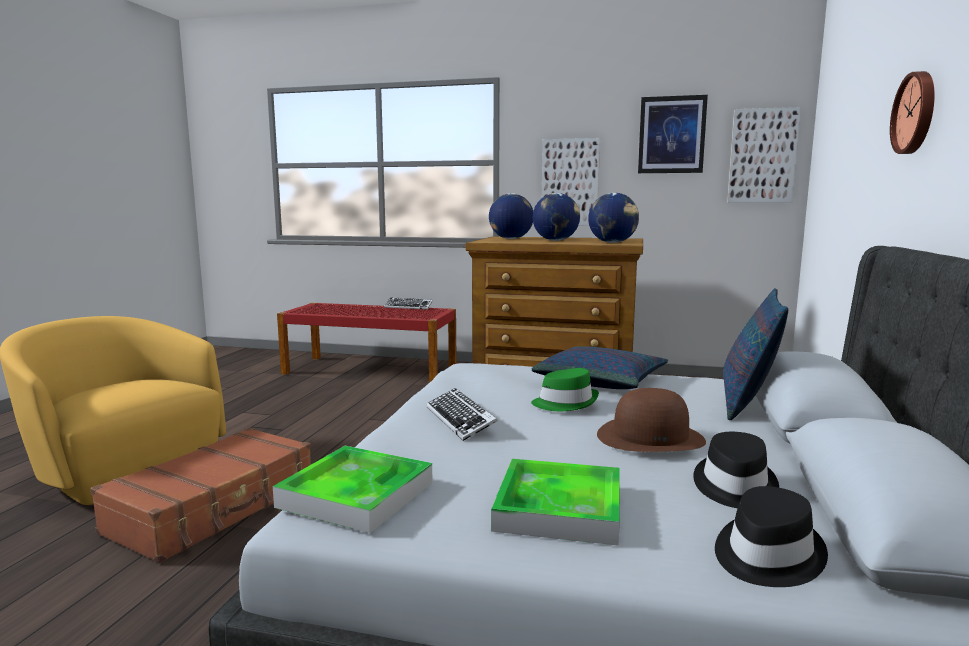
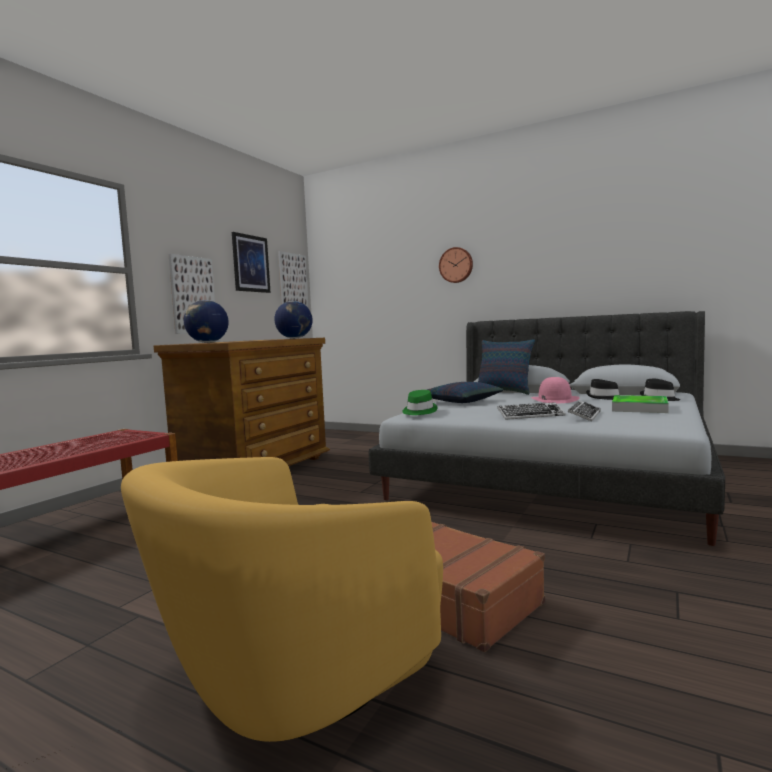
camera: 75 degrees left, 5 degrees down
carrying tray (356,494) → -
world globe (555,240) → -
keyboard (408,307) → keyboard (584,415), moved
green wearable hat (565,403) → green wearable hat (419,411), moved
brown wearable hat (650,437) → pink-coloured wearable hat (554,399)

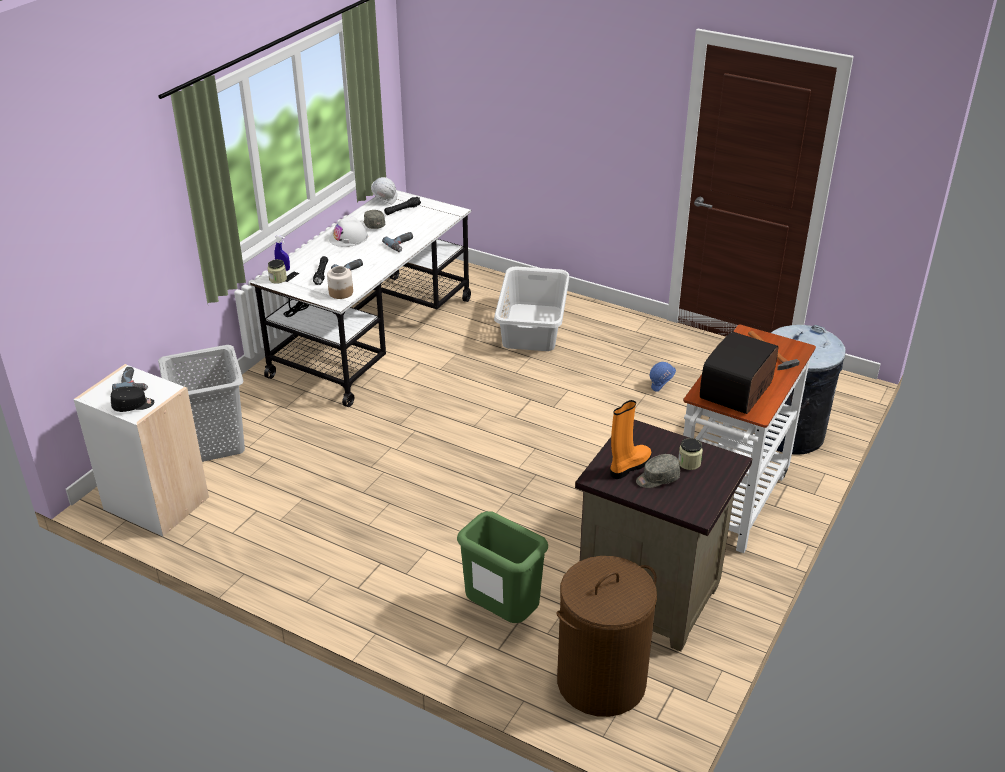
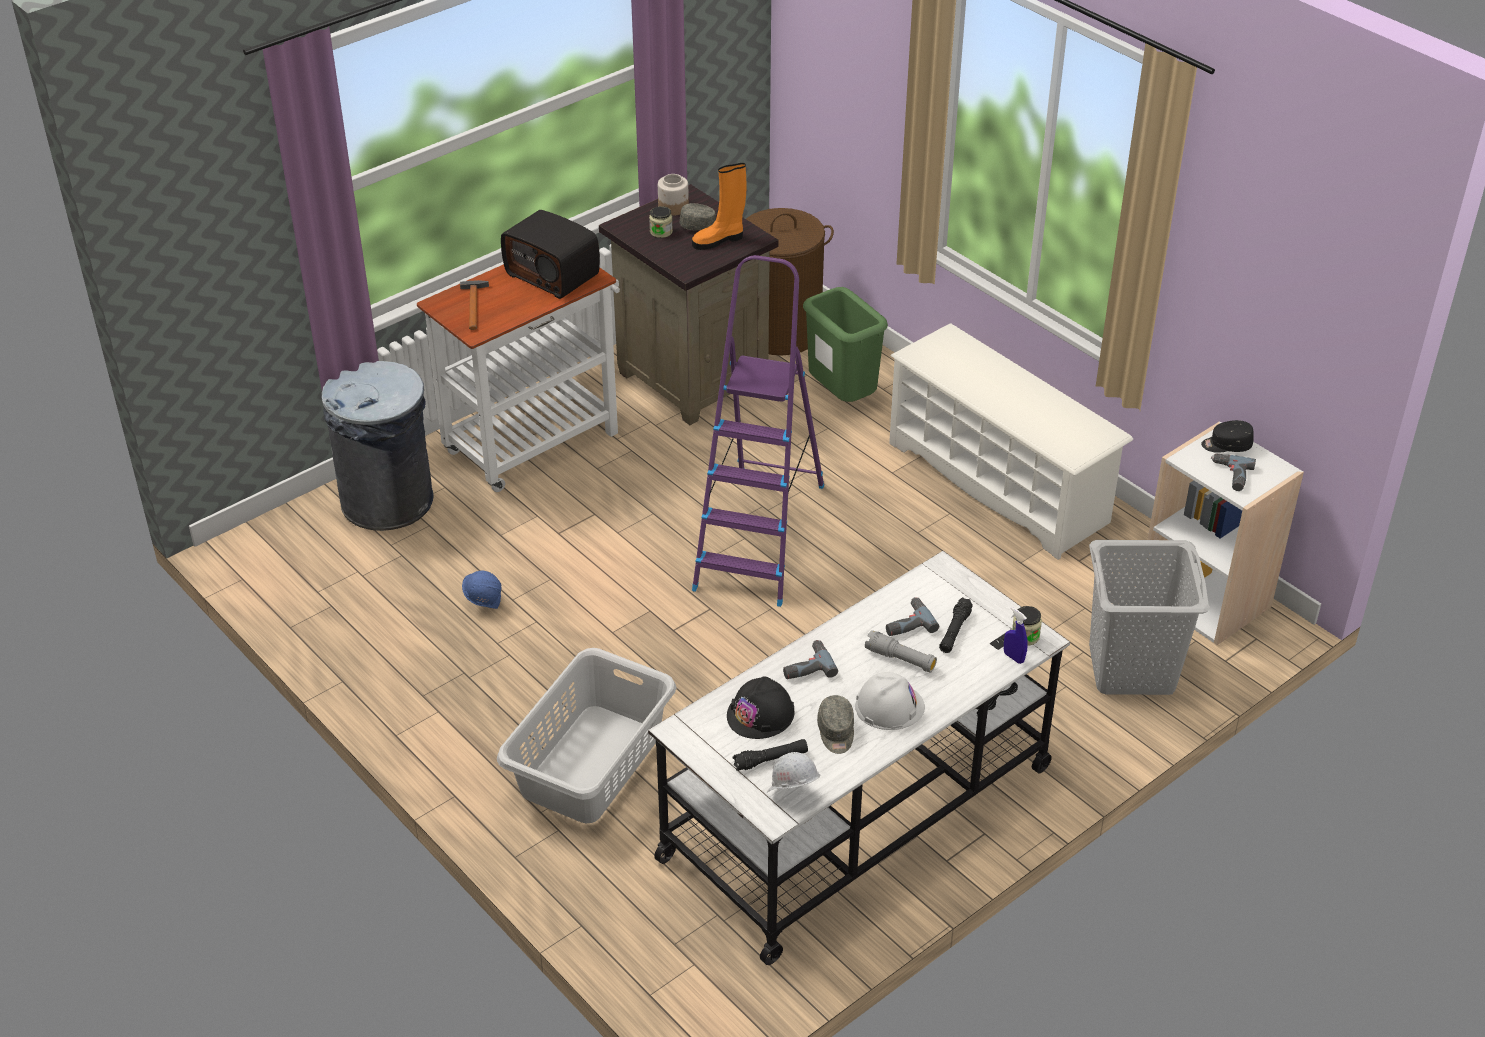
camera: 160 degrees left, 5 degrees up
- → purple step stool (760,537)
- → black-coloured work helmet (761,714)
- → grey torch (900,659)
- → white shoe rack (999,483)
jar (340,293) → jar (673,207), moved
radio set (737,391) → radio set (554,274), 75 degrees clockwise

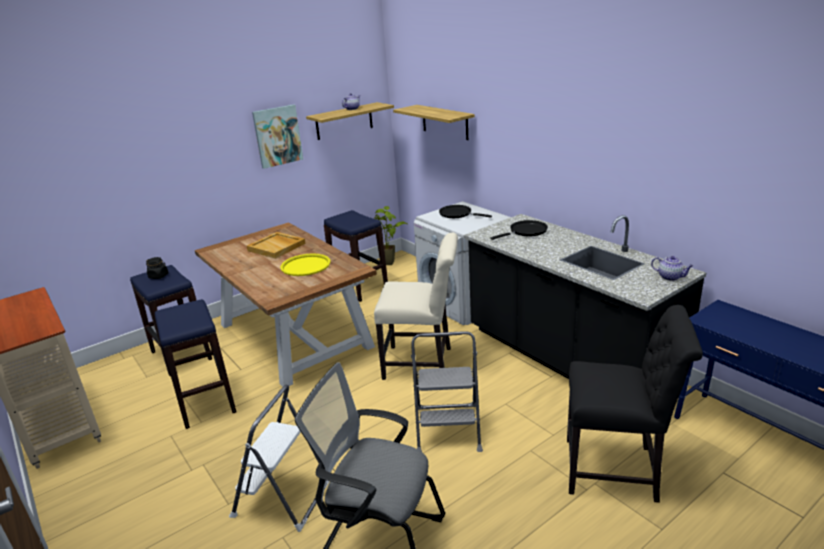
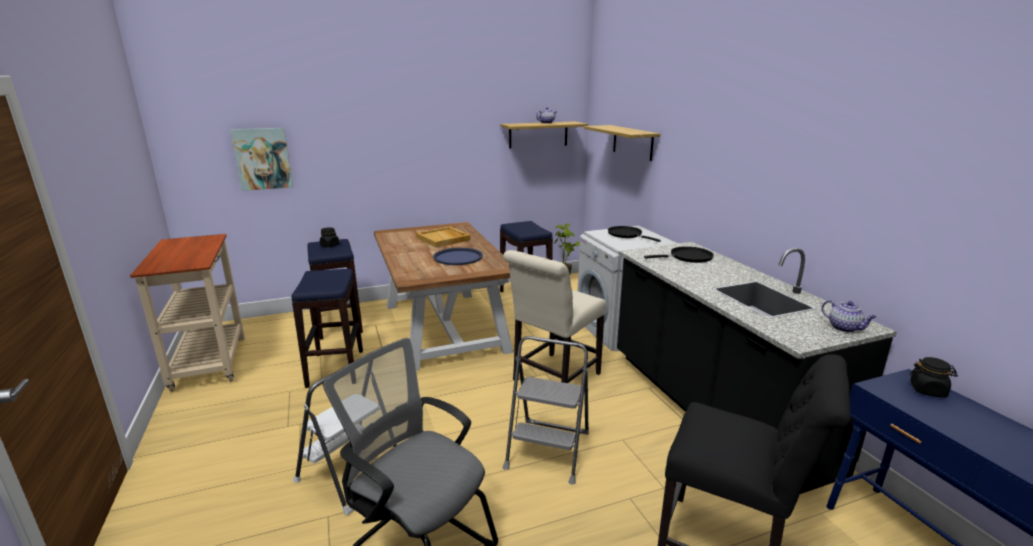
camera: 15 degrees right, 5 degrees down
- → black-coloured jar (928,390)
picture (277,136) → picture (263,158), moved
yellow-coloured carrying tray (305,265) → blue carrying tray (458,257)
beige upright chair (423,364) → beige upright chair (552,379), 105 degrees clockwise

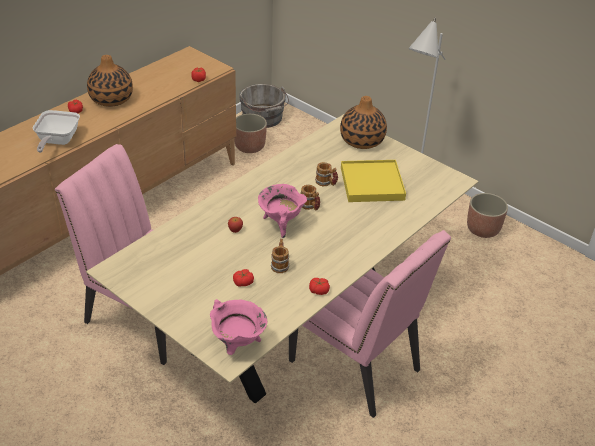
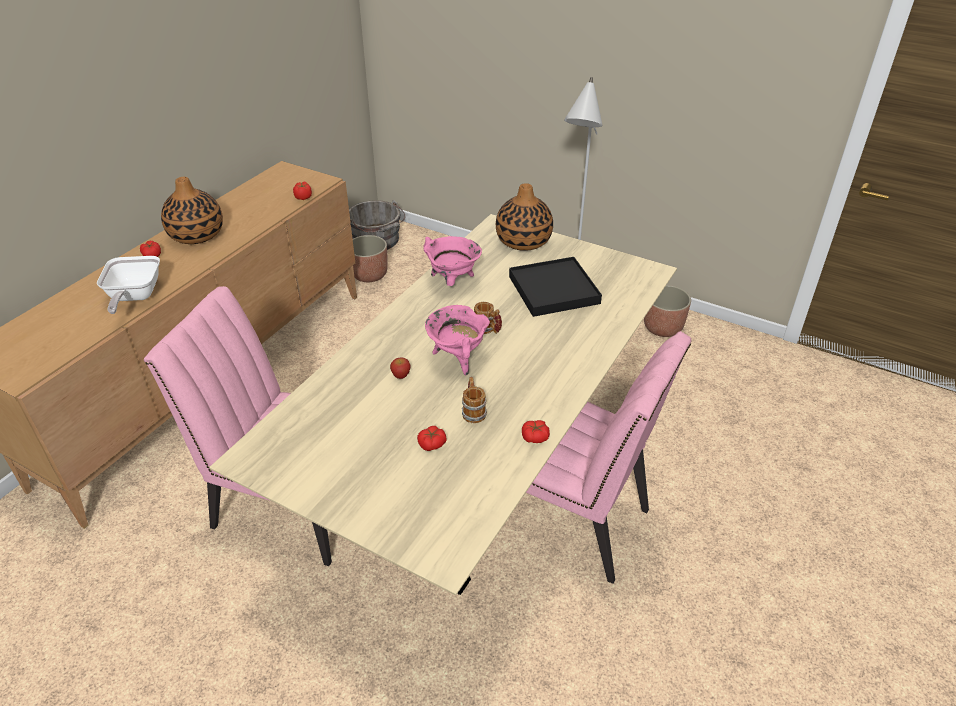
camera: 10 degrees left, 0 degrees up
tea mug (326,183) → -
pink-coloured saucepot (237,344) → pink-coloured saucepot (452,281), moved
yellow-coloured carrying tray (372,183) → black-coloured carrying tray (554,290)

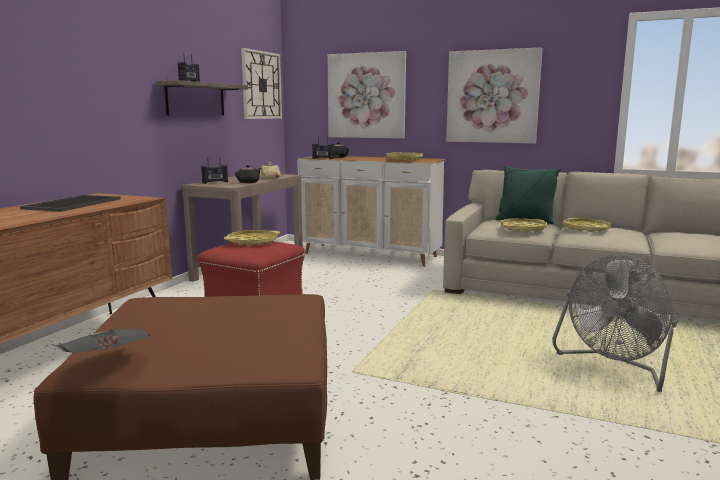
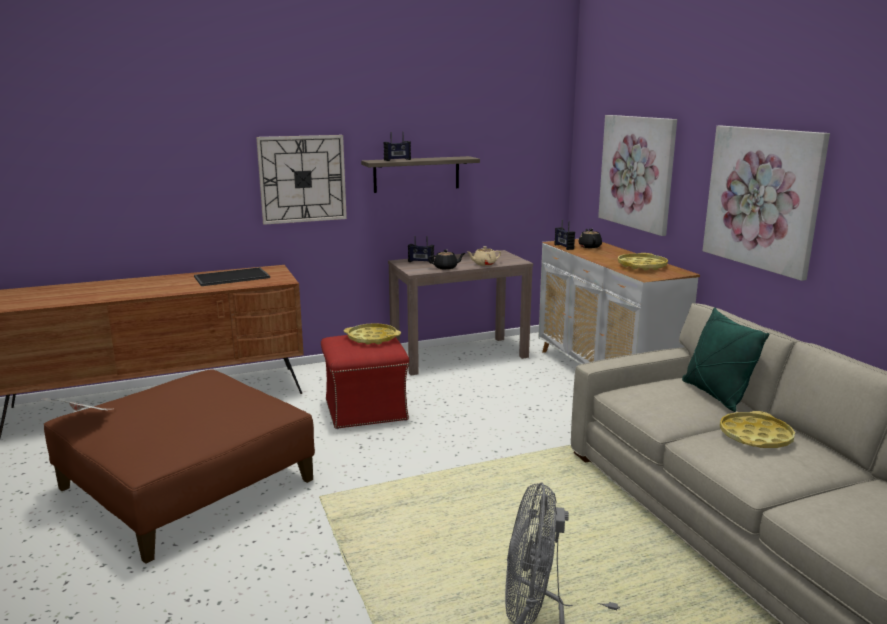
camera: 45 degrees right, 5 degrees up
yellow-coloured carrying tray (523,229) → -
clock on the wall (261,85) → clock on the wall (302,179), moved

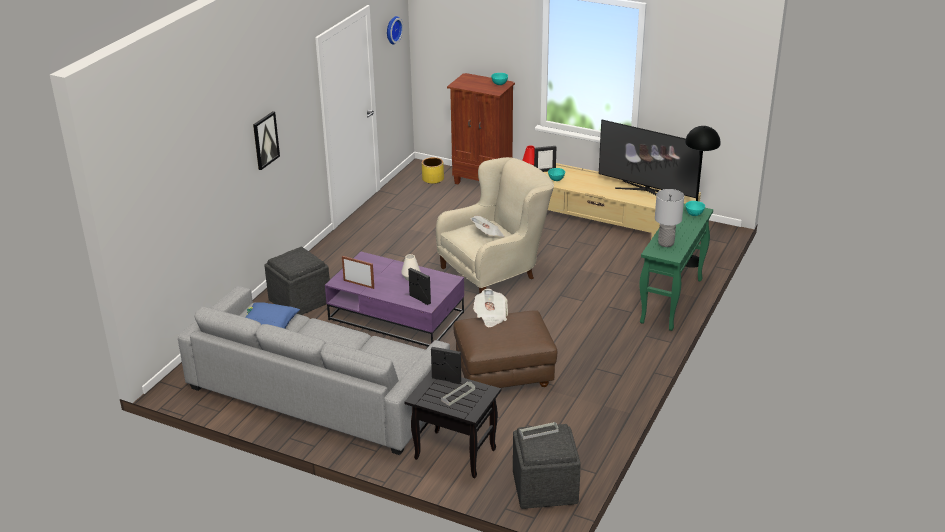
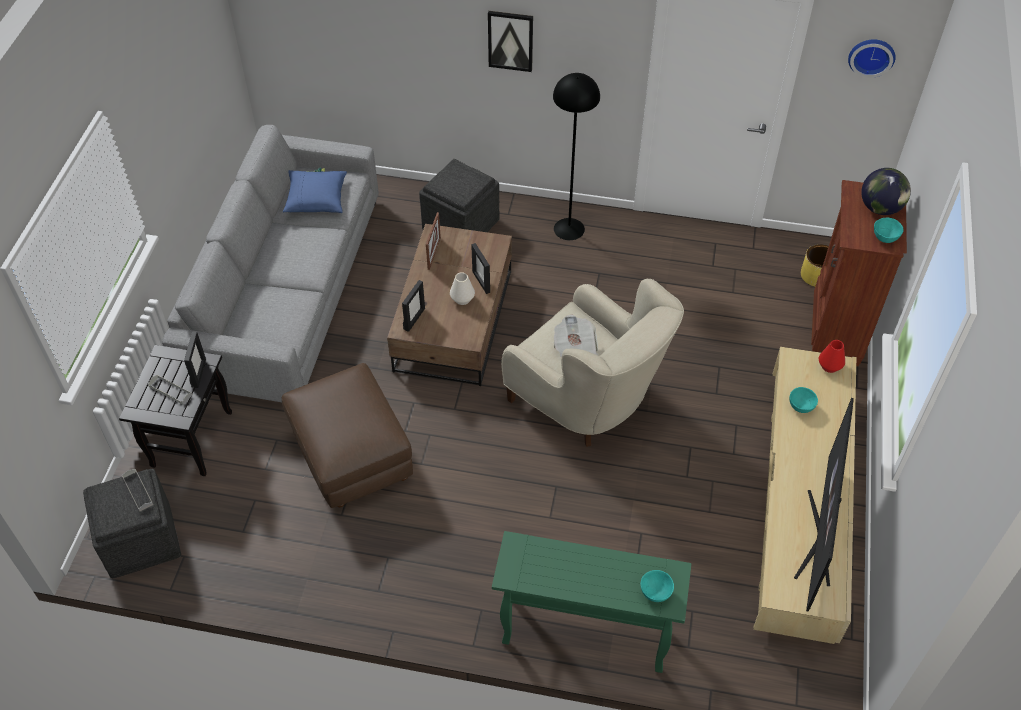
camera: 75 degrees right, 20 degrees up
printed paper (490,316) → -
grey table lamp (665,244) → -
- → world globe (880,208)
picture frame (544,170) → picture frame (481,281), moved
black-coloured standard lamp (690,261) → black-coloured standard lamp (568,229), moved
purple lounge table (395,316) → brown lounge table (453,319)

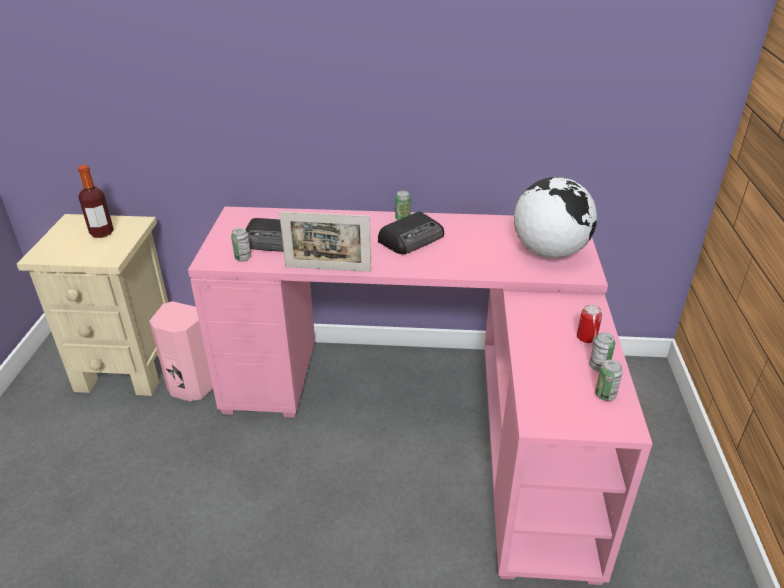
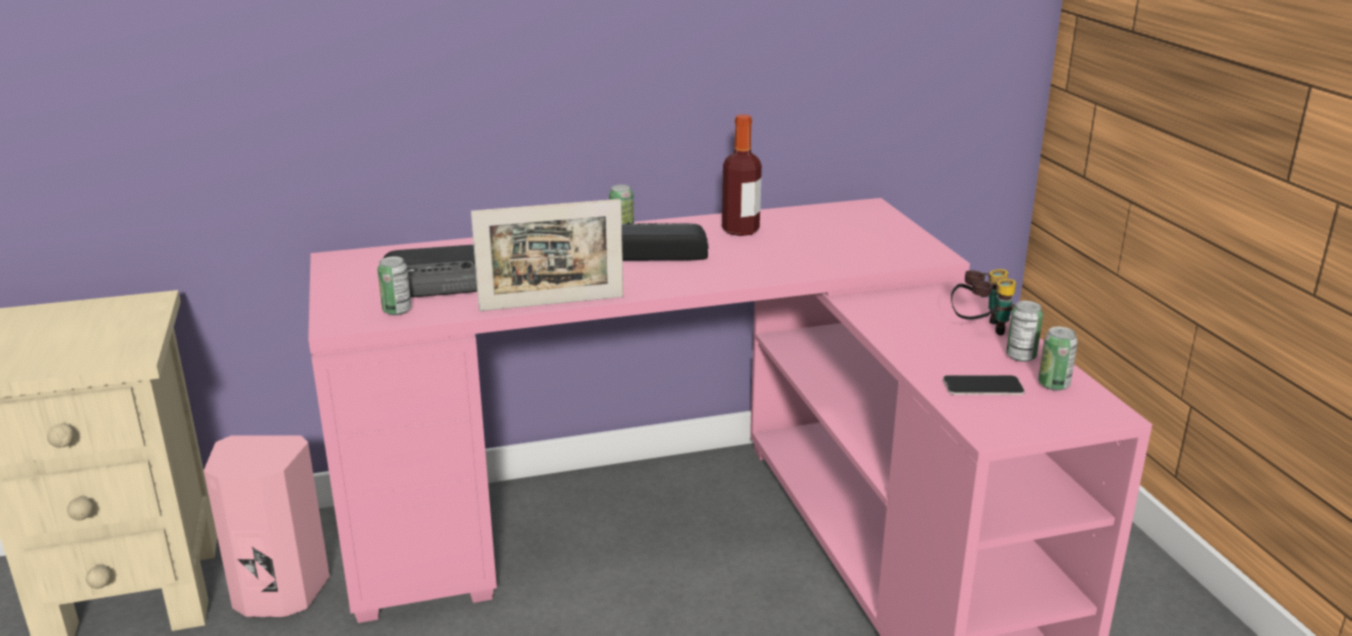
camera: 20 degrees left, 10 degrees down
world globe (549,252) → -
- → handset (983,387)
beverage bottle (102,233) → beverage bottle (740,230), moved
sealed can (586,338) → field glasses (980,329)
radio set (412,238) → radio set (655,251), 120 degrees counterclockwise

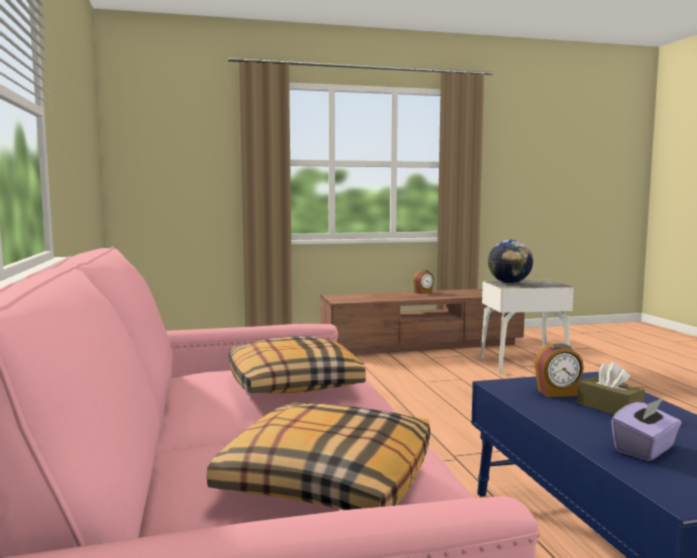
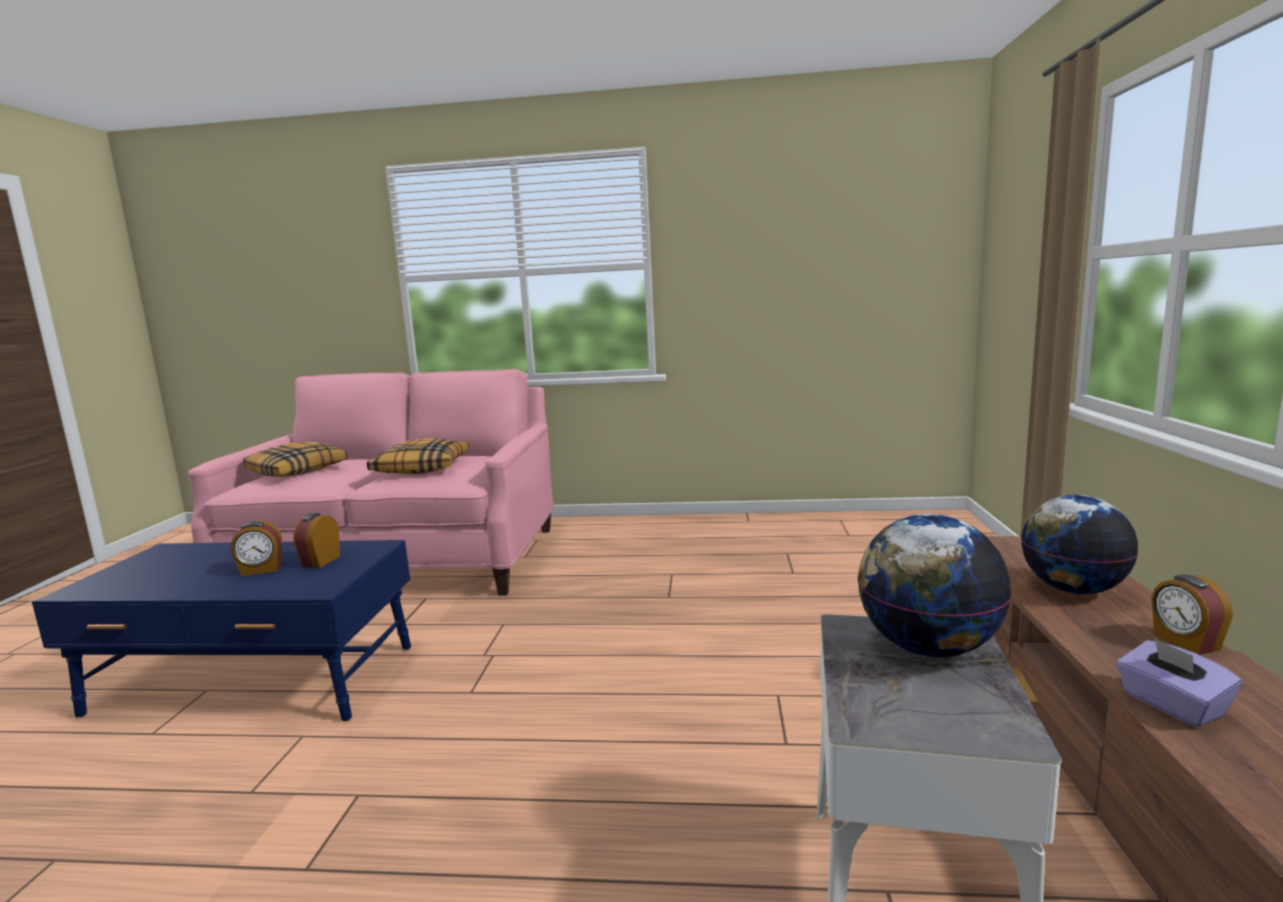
camera: 110 degrees right, 5 degrees up
- → world globe (1072,589)
purple box of tissues (645,450) → purple box of tissues (1171,705), moved
brown box of tissues (609,408) → alarm clock (261,570)

